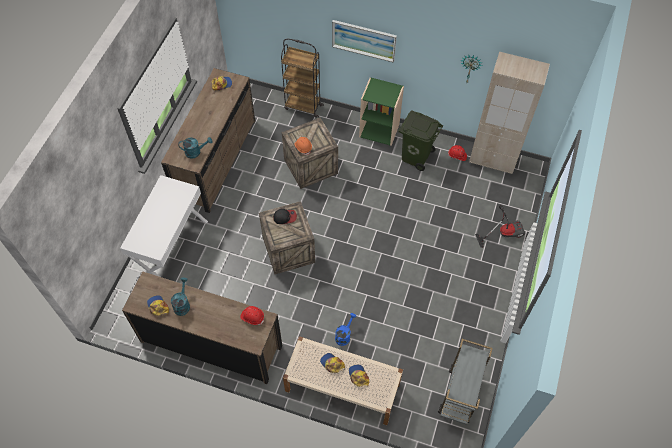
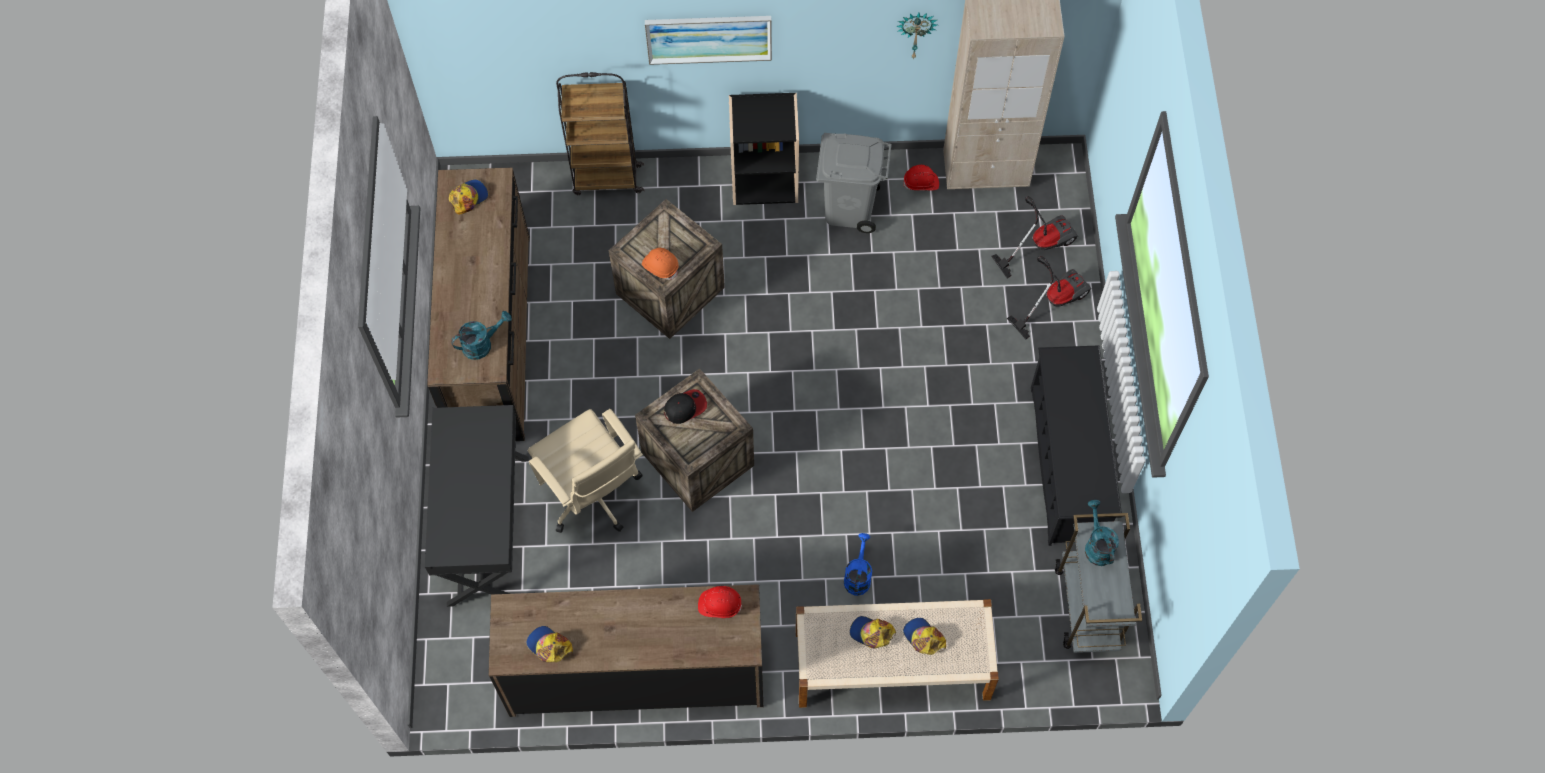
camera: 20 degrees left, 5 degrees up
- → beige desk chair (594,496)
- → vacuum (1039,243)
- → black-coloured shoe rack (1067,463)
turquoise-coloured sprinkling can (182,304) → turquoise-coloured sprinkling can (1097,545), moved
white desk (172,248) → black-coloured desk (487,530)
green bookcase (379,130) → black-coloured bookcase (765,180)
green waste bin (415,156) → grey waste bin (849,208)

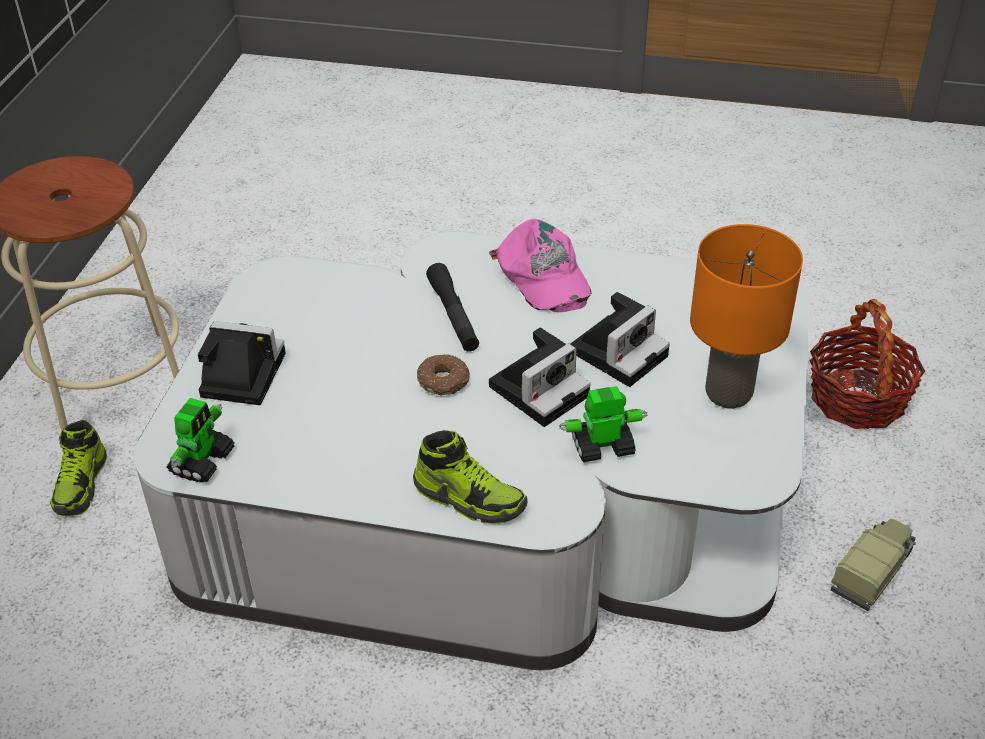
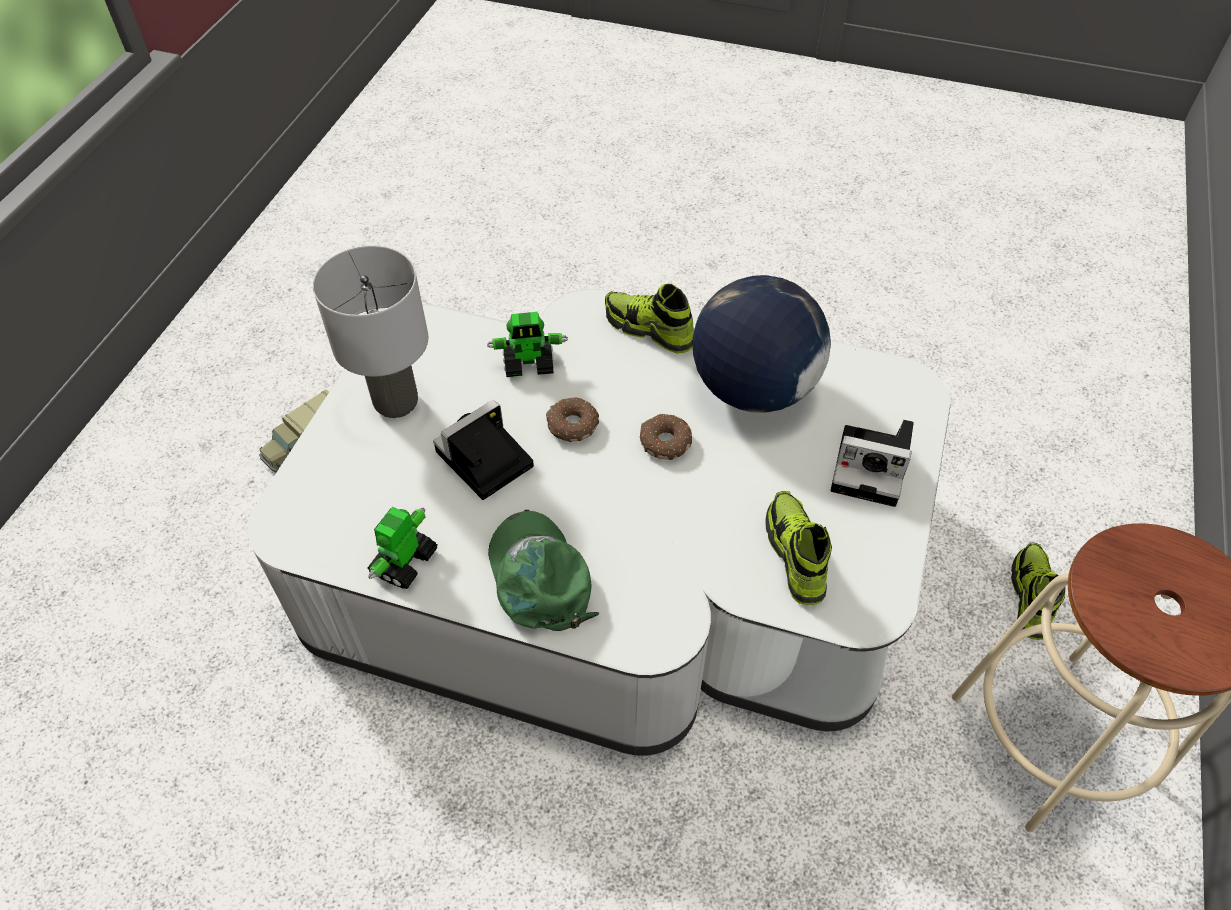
camera: 175 degrees left, 10 degrees up
black-coloured torch (453,315) → -
basket (858,398) → -
- → world globe (752,389)
- → shoe (795,555)
robot figure (203,461) → robot figure (403,563), moved
photo camera (540,389) → doughnut (571,425)
pink-coloured cap (542,276) → green cap (539,577)
orange table lamp (726,393) → white table lamp (398,405)

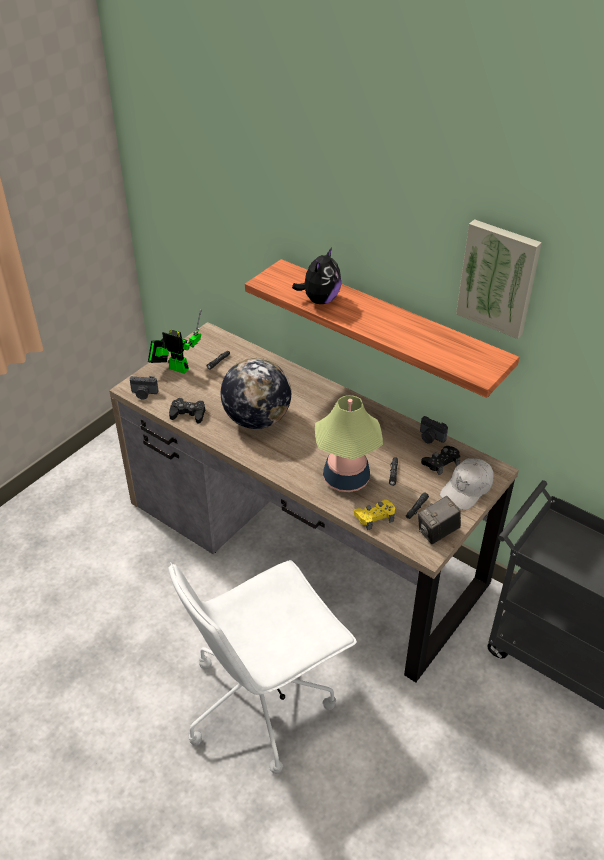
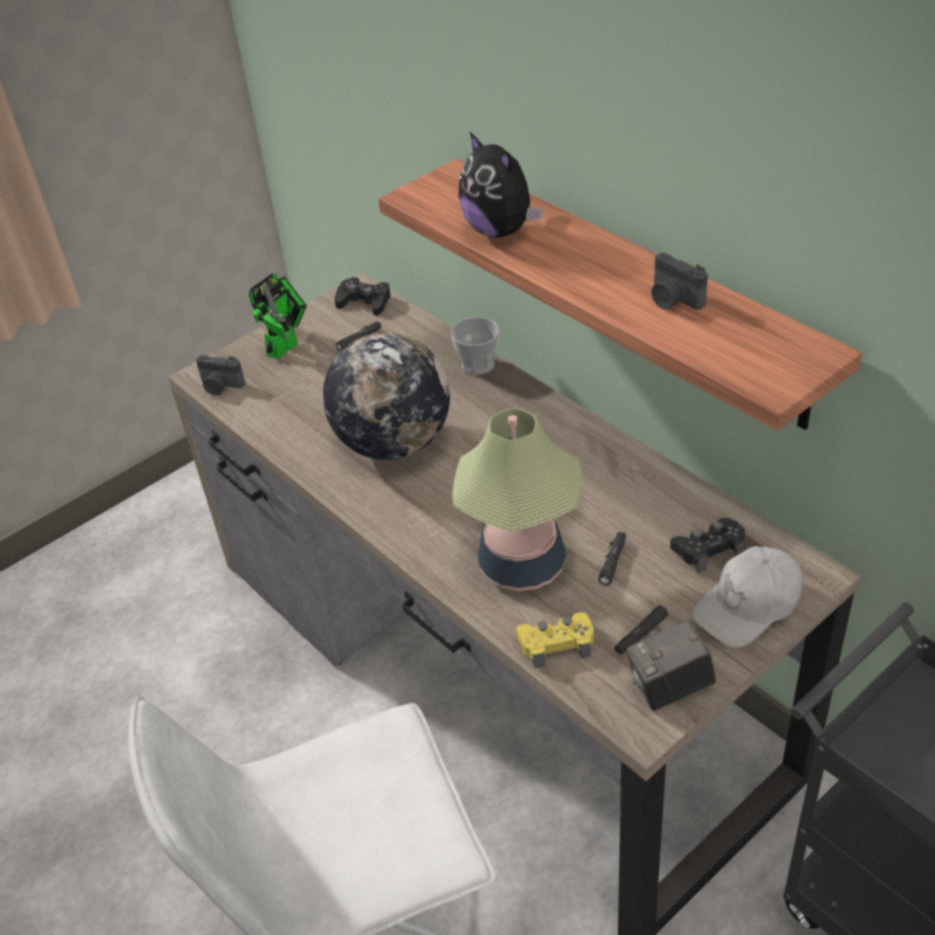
camera: 15 degrees right, 0 degrees up
picture (499,278) → -
- → drinking cup (478,365)
black-coloured game controller (188,414) → black-coloured game controller (364,302), moved
photo camera (430,438) → photo camera (673,300), moved
robot figure (176,368) → robot figure (286,346), 90 degrees clockwise
cuddly toy (320,300) → cuddly toy (501,230), 105 degrees clockwise

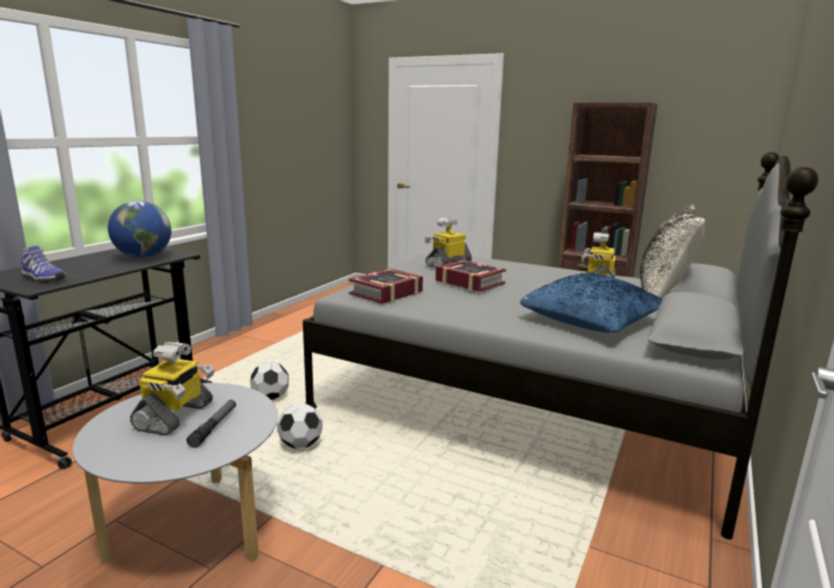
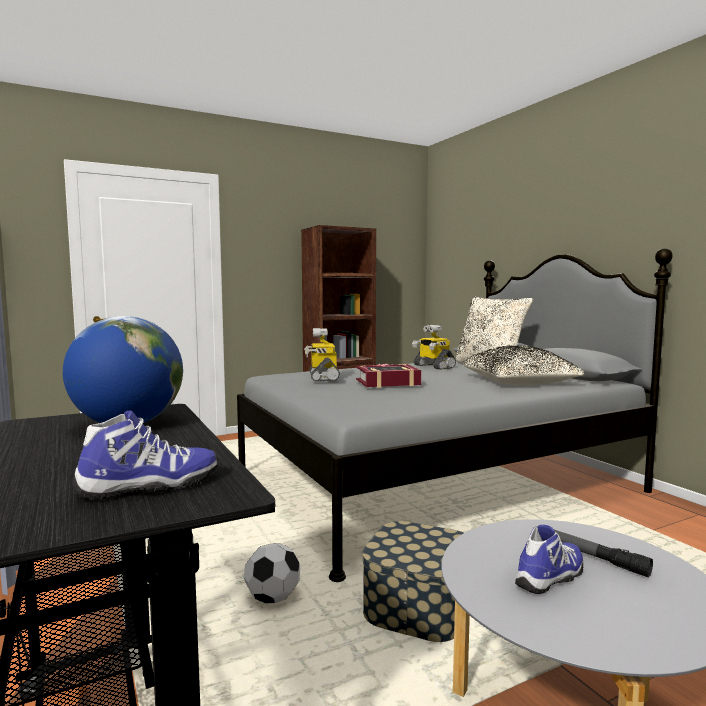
camera: 55 degrees left, 10 degrees down
book (386,293) → -
robot figure (175,416) → shoe (552,577)
football (301,445) → storage box (417,607)
blue throw pillow (589,320) → beige throw pillow (519,381)

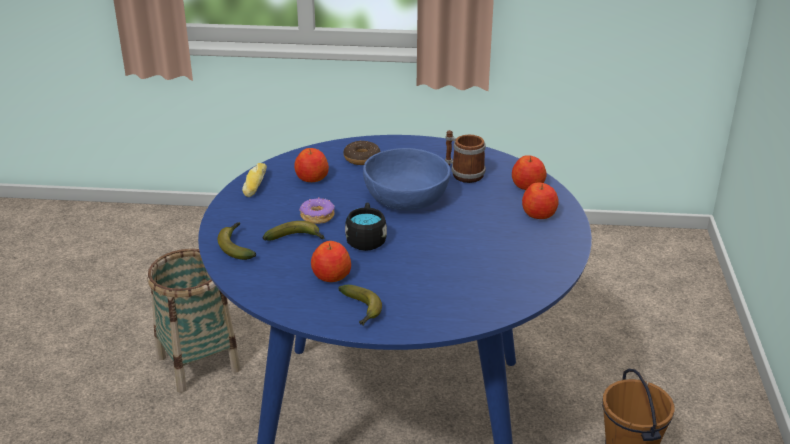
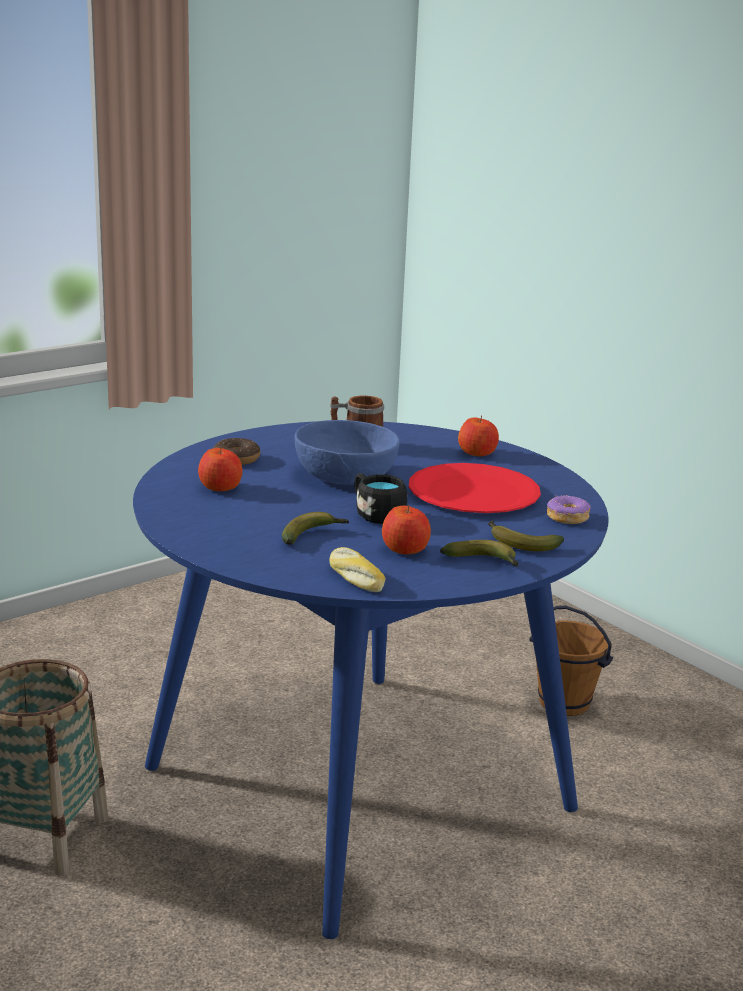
camera: 45 degrees left, 10 degrees down
whole apple (528,186) → -
- → red-coloured dinner plate (474,493)
banana fruit (236,246) → banana fruit (519,543), moved
bakery bread (254,184) → bakery bread (353,578), moved
doughnut (317,216) → doughnut (567,517), moved

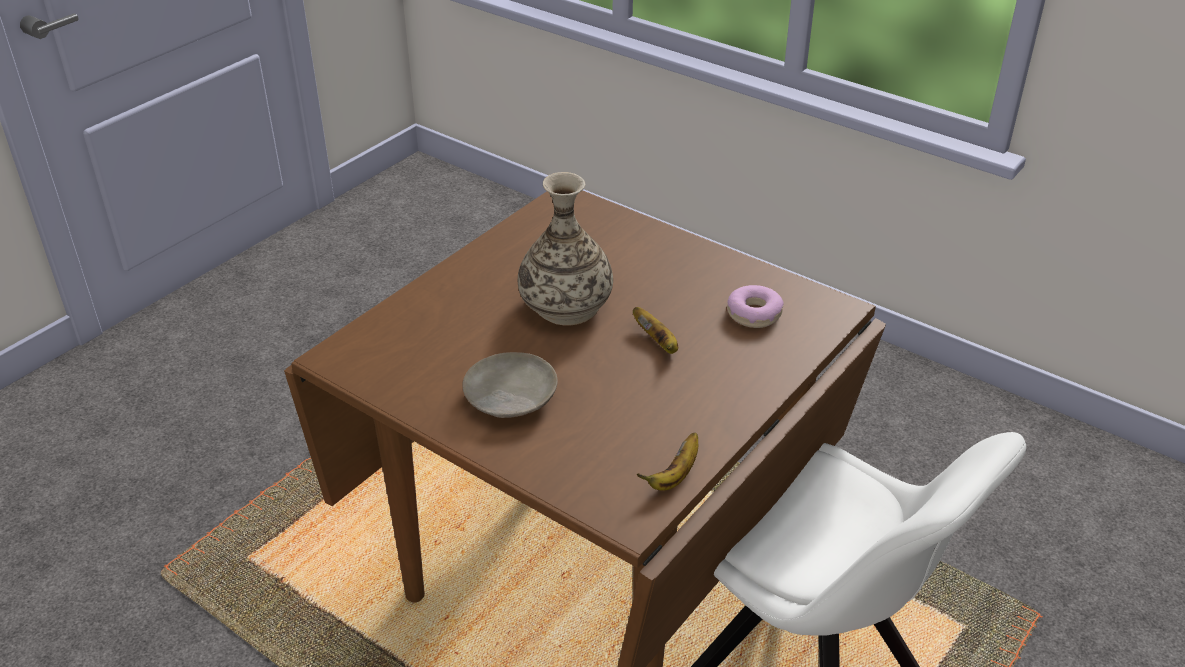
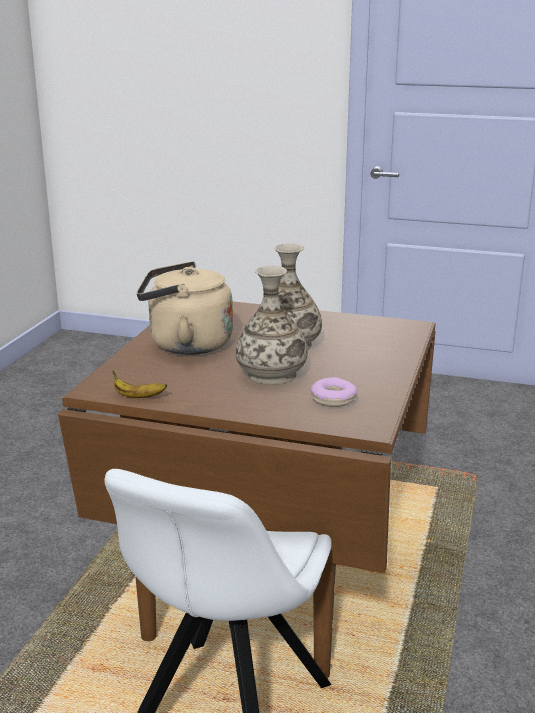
camera: 70 degrees right, 15 degrees down
beige dinner plate (509,397) → beige water kettle (185,345)
banana fruit (658,342) → decorative vase (271,374)

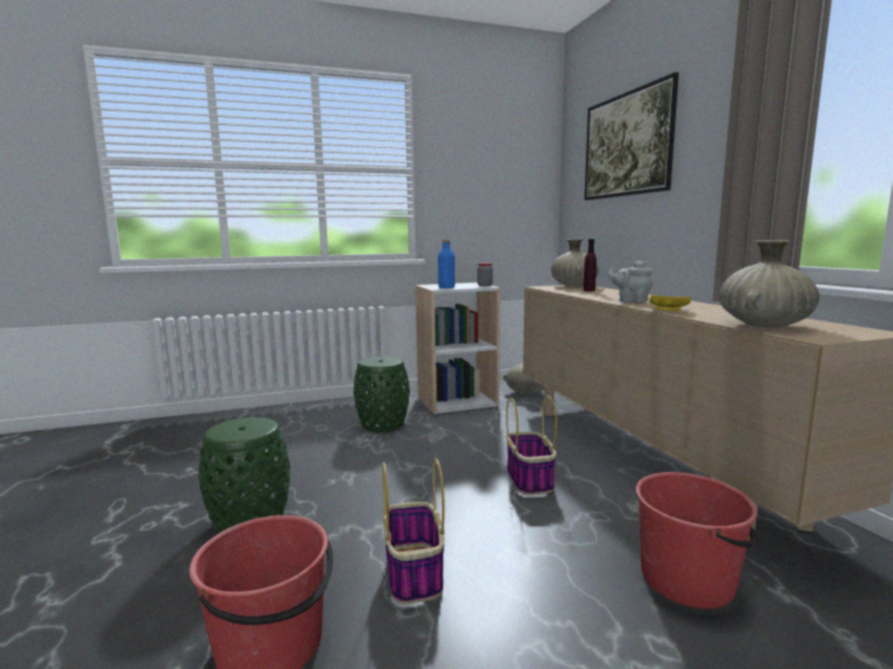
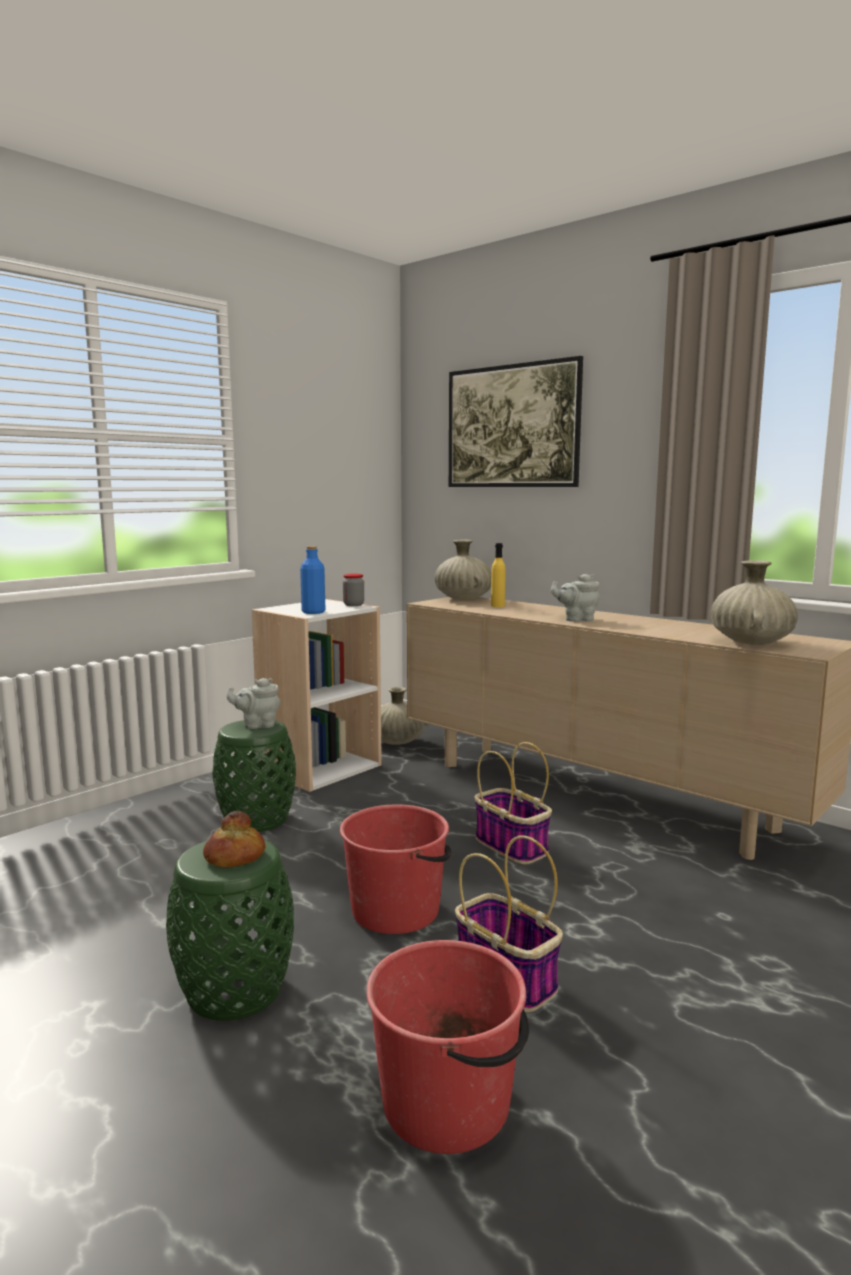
camera: 30 degrees left, 0 degrees up
yellow-coloured dinner plate (667,310) → -
- → bakery bread (234,857)
- → grey tea pot (257,725)
red-coloured bucket (688,579) → red-coloured bucket (397,910), moved
purple beverage bottle (589,290) → yellow-coloured beverage bottle (497,606)

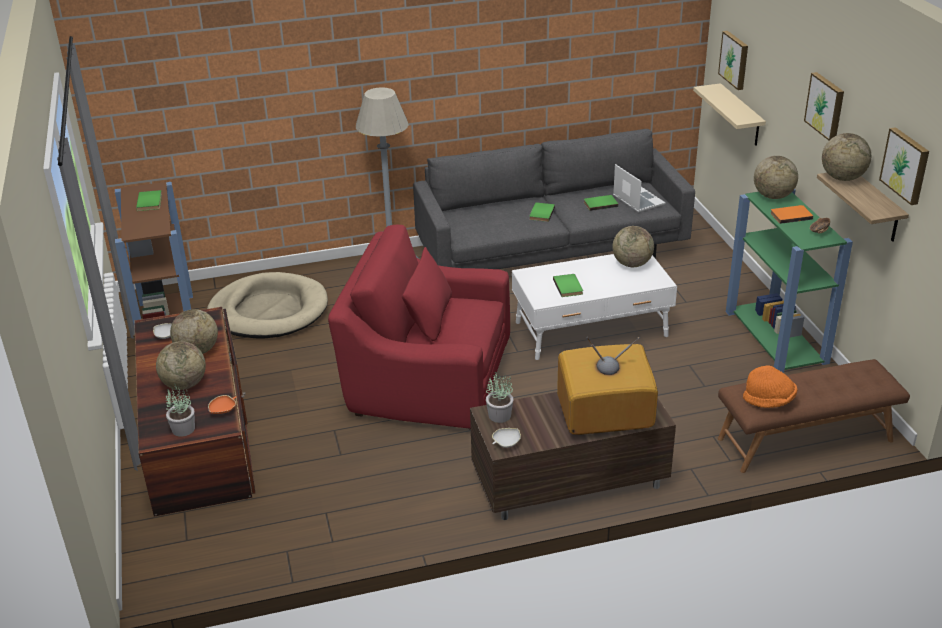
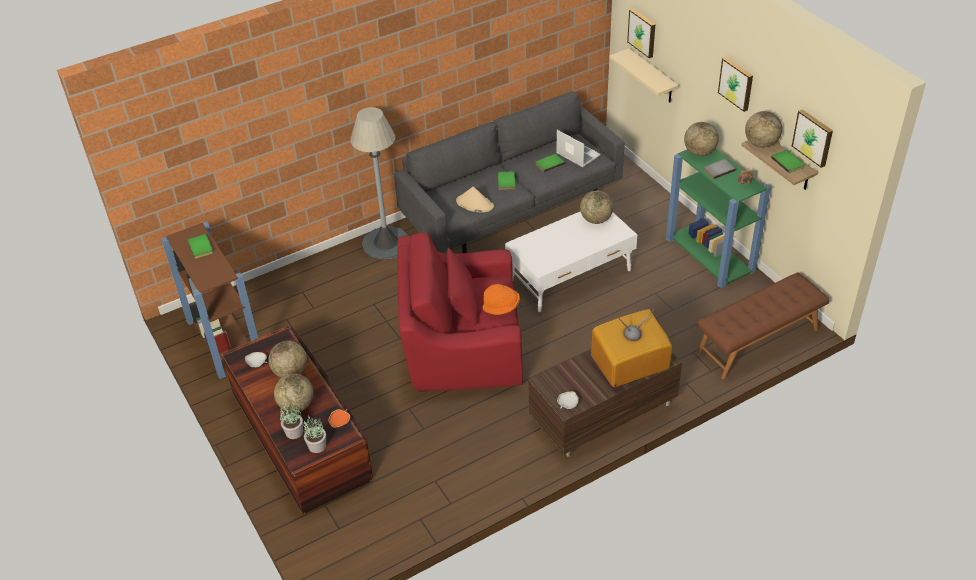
camera: 15 degrees left, 10 degrees up
beige pet bed (268,311) → -
- → beige wearable hat (474,204)
houseplant (500,415) → houseplant (294,431), moved
green book (569,286) → green book (788,162), moved
orange wearable hat (769,400) → orange wearable hat (501,307), moved
orange book (790,215) → grey book (718,169)

